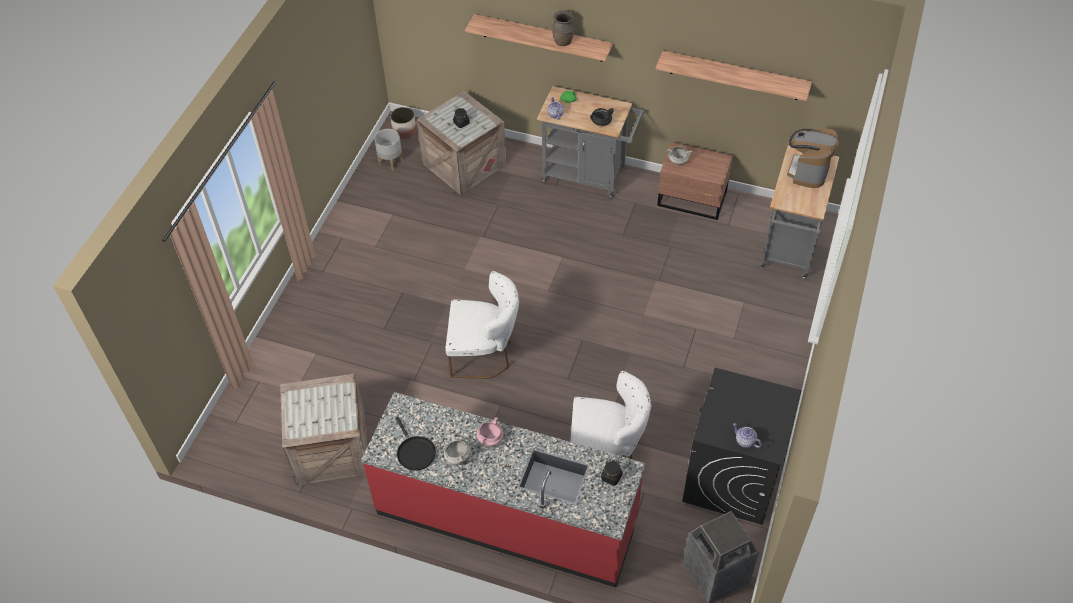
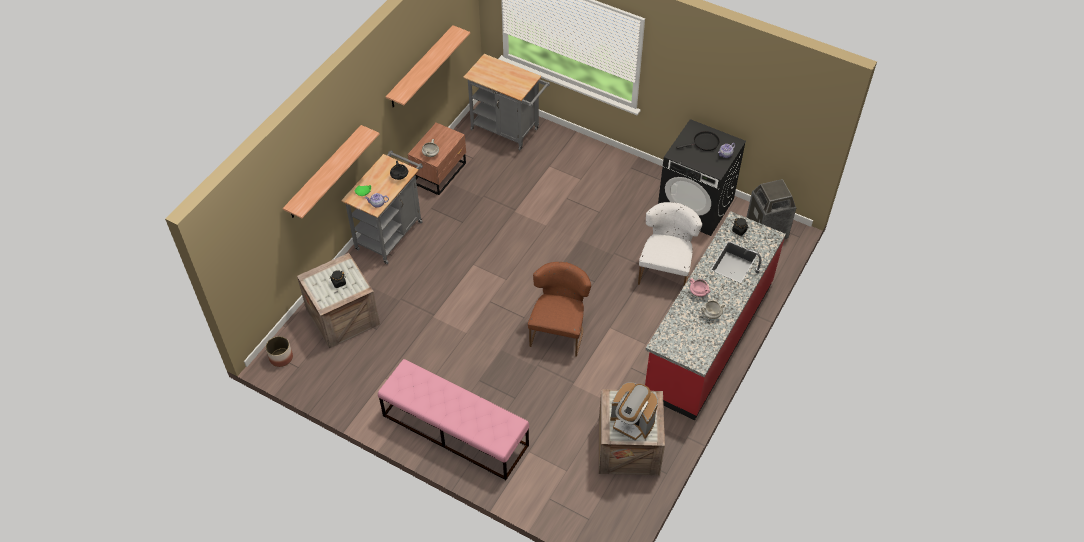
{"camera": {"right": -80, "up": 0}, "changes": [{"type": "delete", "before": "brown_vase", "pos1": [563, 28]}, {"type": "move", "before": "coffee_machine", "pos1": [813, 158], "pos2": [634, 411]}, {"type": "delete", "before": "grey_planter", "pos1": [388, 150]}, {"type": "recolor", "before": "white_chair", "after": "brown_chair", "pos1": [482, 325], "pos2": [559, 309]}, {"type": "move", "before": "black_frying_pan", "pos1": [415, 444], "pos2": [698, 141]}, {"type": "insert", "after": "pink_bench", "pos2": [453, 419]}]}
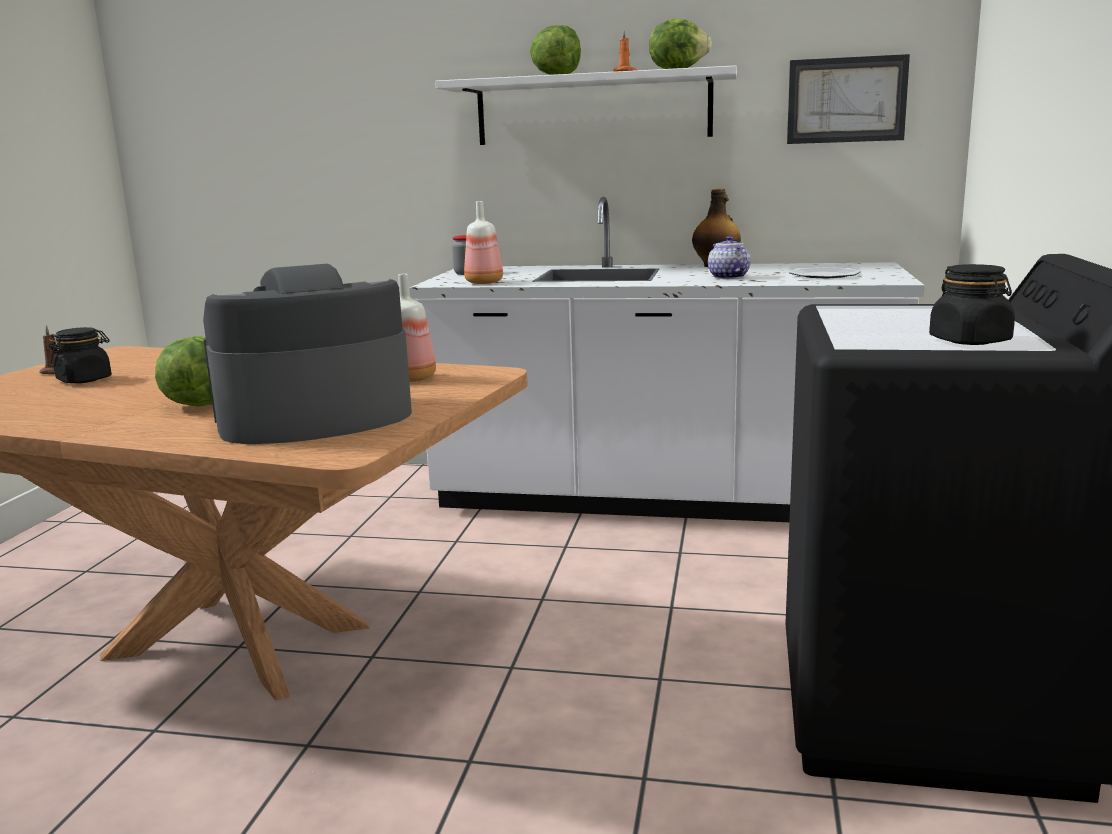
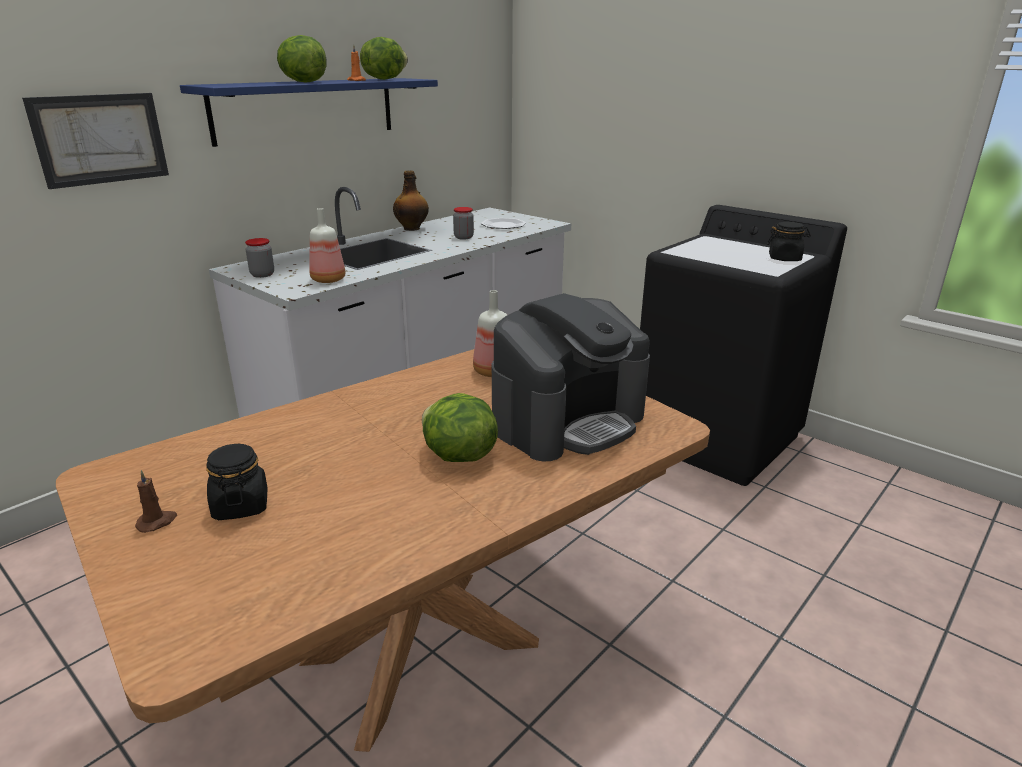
{"camera": {"right": -60, "up": 10}, "changes": [{"type": "move", "before": "picture", "pos1": [848, 99], "pos2": [95, 141]}, {"type": "recolor", "before": "white_shelf", "after": "blue_shelf", "pos1": [586, 105], "pos2": [309, 112]}, {"type": "replace", "before": "teapot", "after": "jar", "pos1": [729, 257], "pos2": [463, 223]}, {"type": "rotate", "before": "coffee_machine", "pos1": [307, 354], "pos2": [571, 377], "turn": -135}]}
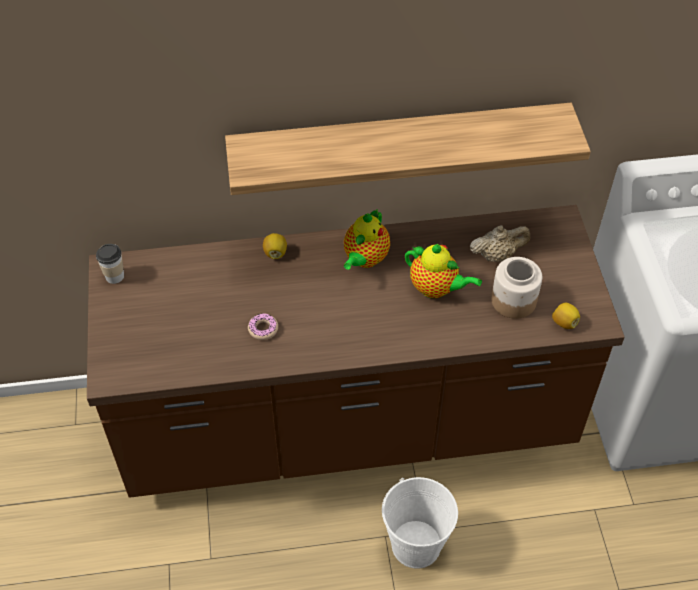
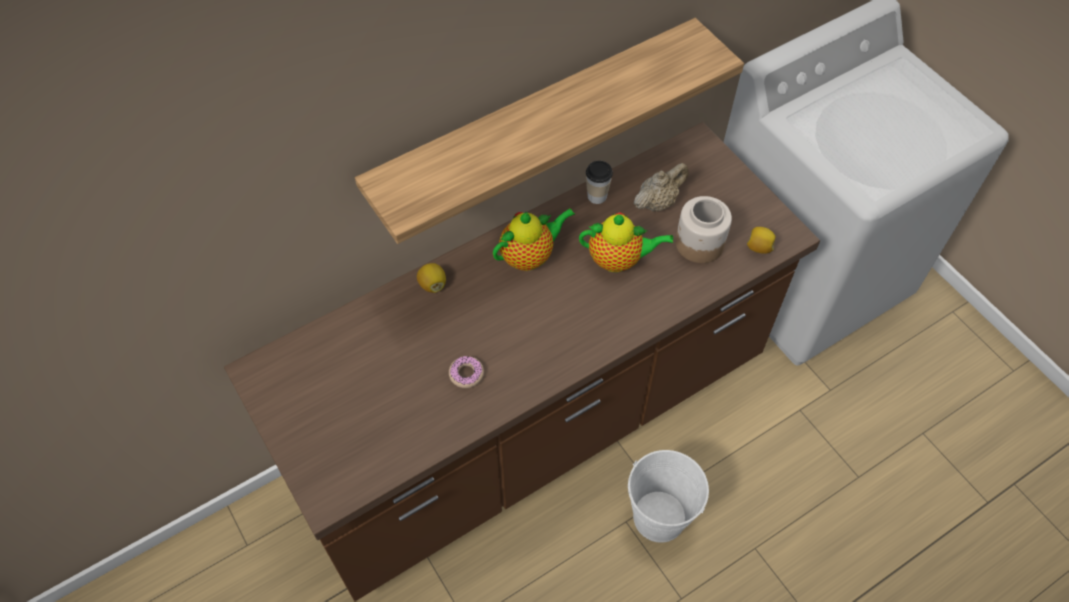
{"camera": {"right": -25, "up": 5}, "changes": [{"type": "rotate", "before": "teapot", "pos1": [367, 239], "pos2": [534, 239], "turn": -120}, {"type": "move", "before": "cup", "pos1": [110, 264], "pos2": [599, 182]}]}
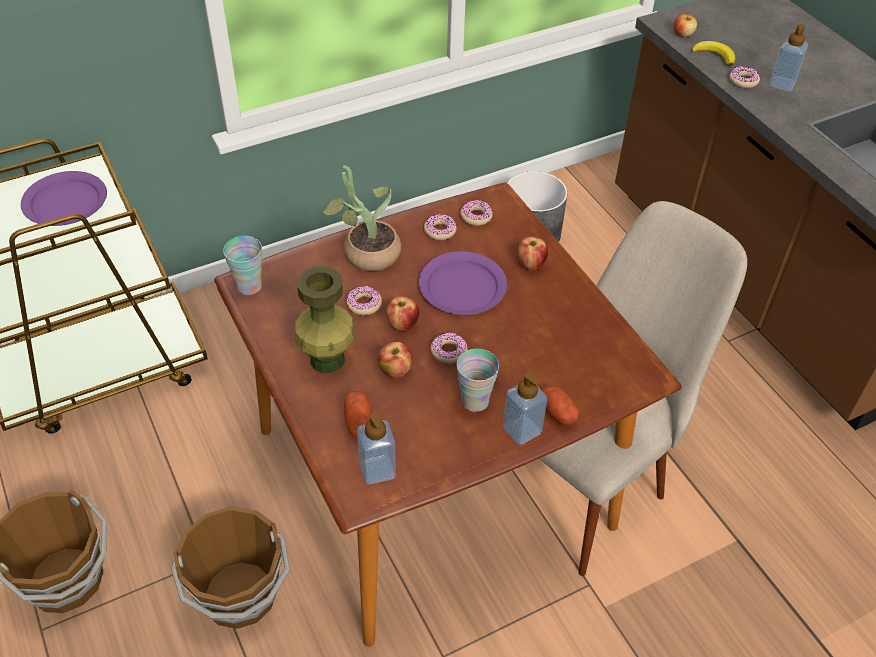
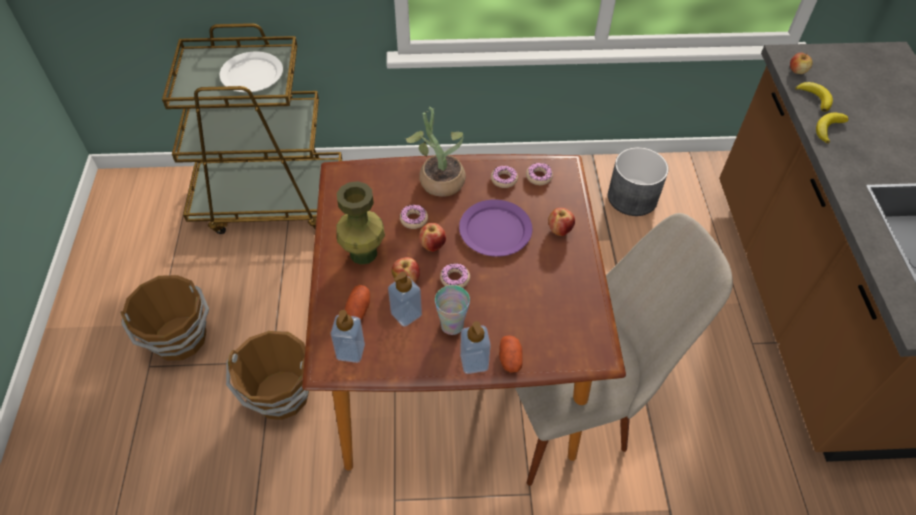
{"camera": {"right": 25, "up": 5}, "changes": [{"type": "move", "before": "soap_dispenser", "pos1": [788, 58], "pos2": [405, 299]}, {"type": "replace", "before": "donut", "after": "banana", "pos1": [744, 77], "pos2": [832, 128]}, {"type": "recolor", "before": "purple_plate", "after": "white_plate", "pos1": [64, 198], "pos2": [251, 71]}, {"type": "delete", "before": "cup", "pos1": [242, 265]}]}
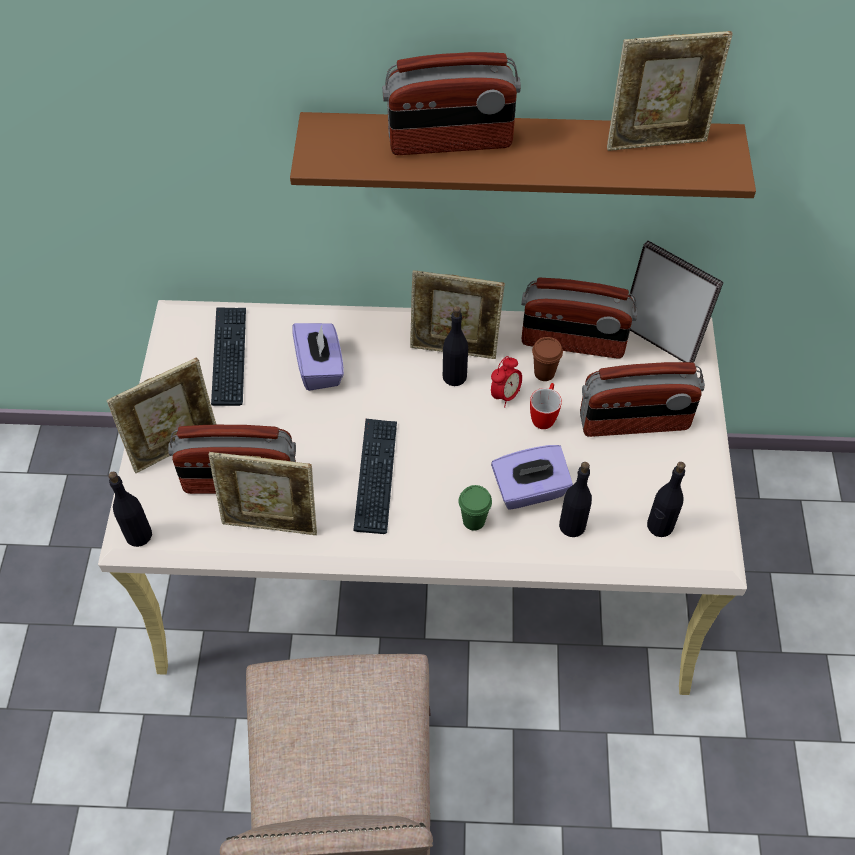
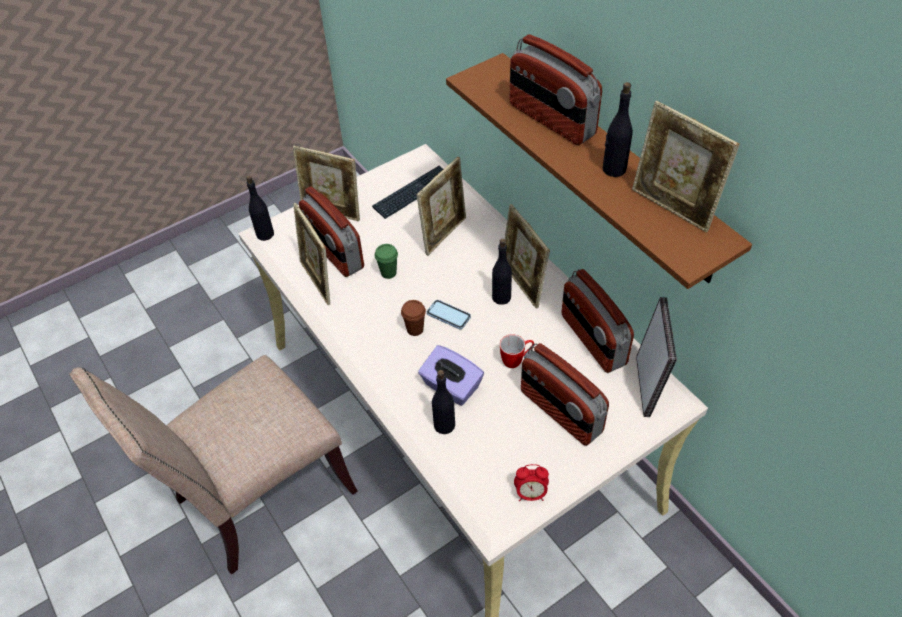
{"camera": {"right": 55, "up": -5}, "changes": [{"type": "replace", "before": "purple_tissue_box", "after": "picture_frame", "pos1": [318, 357], "pos2": [441, 206]}, {"type": "move", "before": "brown_cup", "pos1": [547, 359], "pos2": [413, 318]}, {"type": "move", "before": "alarm_clock", "pos1": [506, 381], "pos2": [531, 482]}, {"type": "delete", "before": "keyboard", "pos1": [375, 476]}, {"type": "move", "before": "black_bottle", "pos1": [666, 499], "pos2": [618, 129]}, {"type": "move", "before": "green_cup", "pos1": [475, 508], "pos2": [386, 261]}, {"type": "insert", "after": "phone", "pos2": [449, 314]}]}
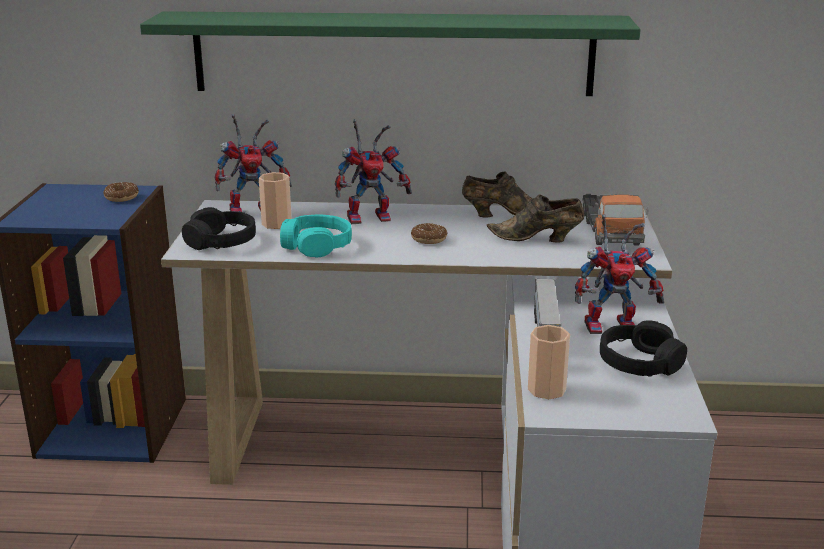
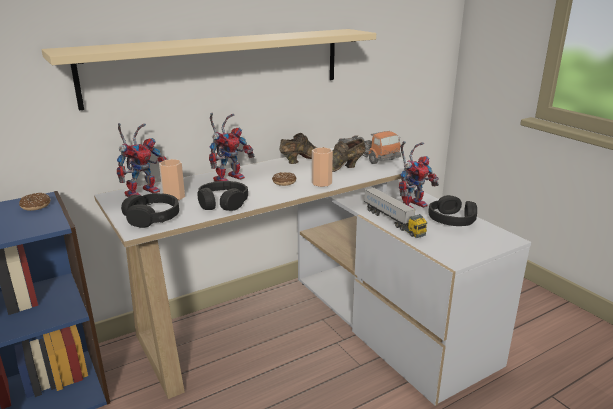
{"camera": {"right": -35, "up": 0}, "changes": [{"type": "recolor", "before": "green_shelf", "after": "beige_shelf", "pos1": [390, 53], "pos2": [209, 70]}, {"type": "recolor", "before": "turquoise_headphones", "after": "black_headphones", "pos1": [316, 236], "pos2": [222, 196]}, {"type": "move", "before": "cup", "pos1": [549, 362], "pos2": [322, 167]}]}
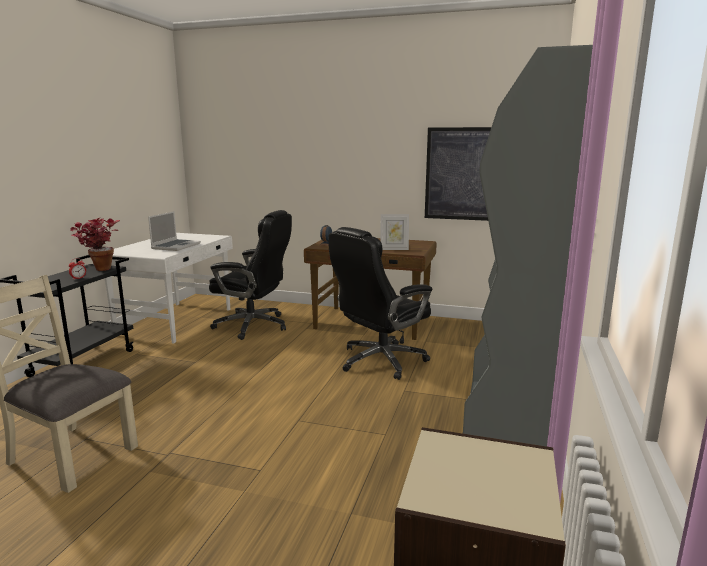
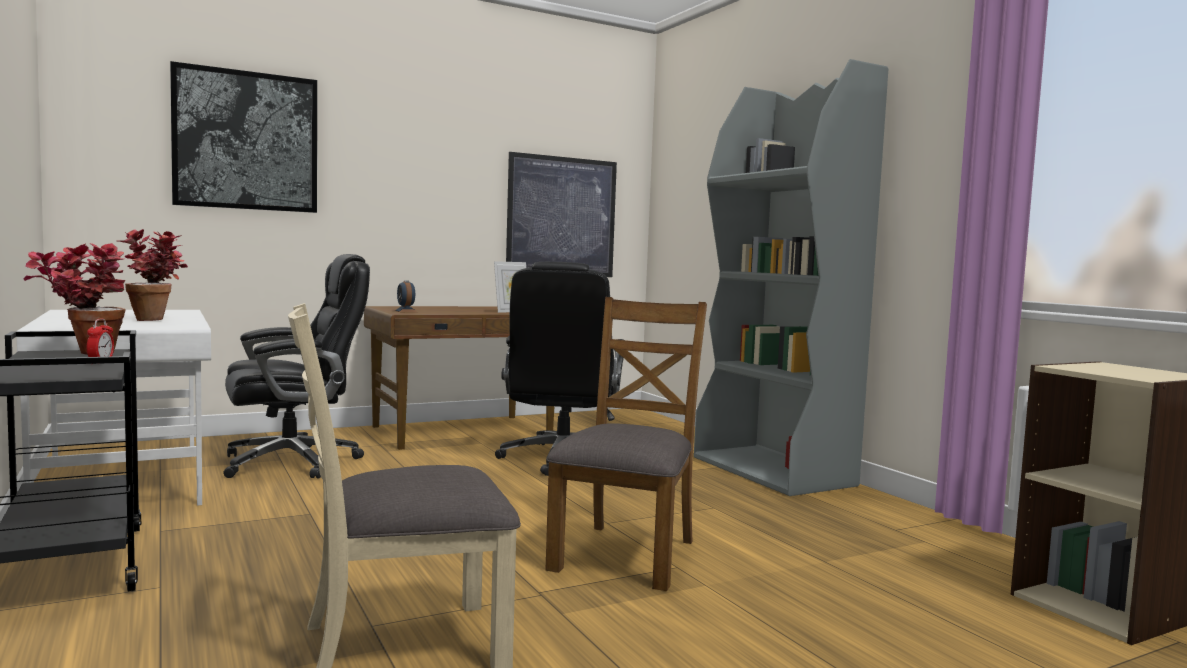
{"camera": {"right": -45, "up": -10}, "changes": [{"type": "replace", "before": "laptop", "after": "potted_plant", "pos1": [174, 231], "pos2": [153, 275]}, {"type": "insert", "after": "picture", "pos2": [243, 137]}, {"type": "insert", "after": "brown_chair", "pos2": [626, 444]}]}
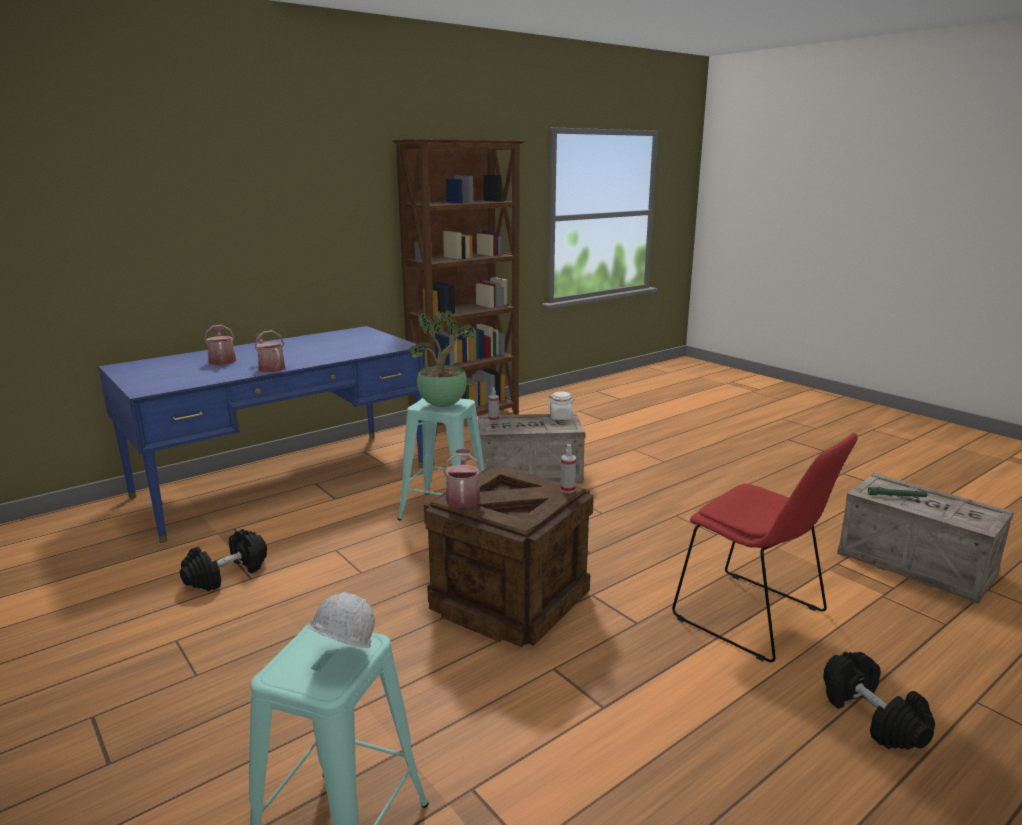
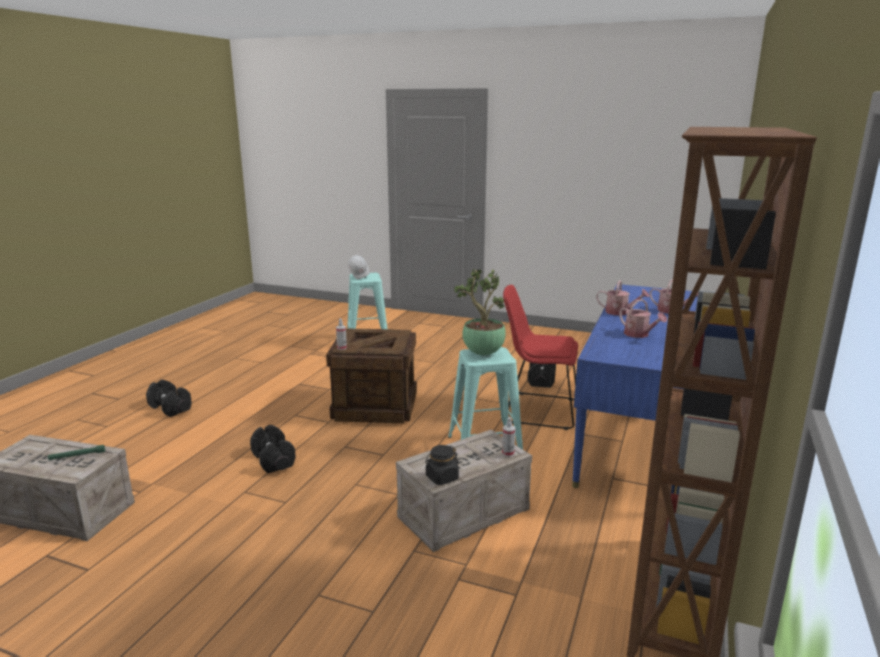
{"camera": {"right": 150, "up": 0}, "changes": [{"type": "recolor", "before": "white_jar", "after": "black_jar", "pos1": [561, 406], "pos2": [442, 465]}, {"type": "move", "before": "red_chair", "pos1": [765, 547], "pos2": [540, 357]}, {"type": "move", "before": "watering_can", "pos1": [462, 478], "pos2": [643, 318]}, {"type": "insert", "after": "black_dumbbell", "pos2": [273, 449]}]}
